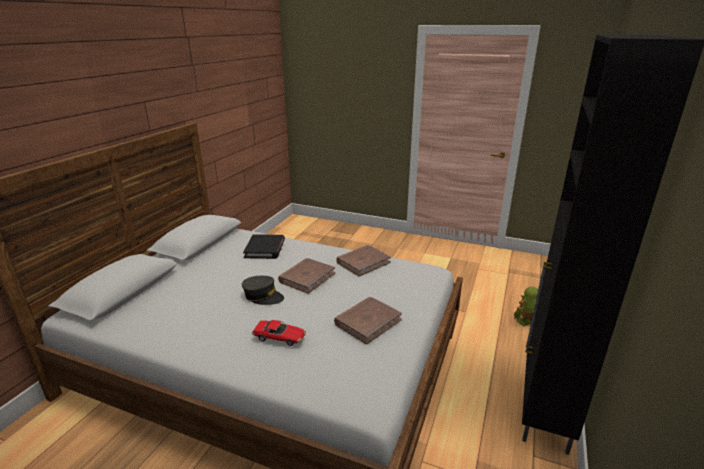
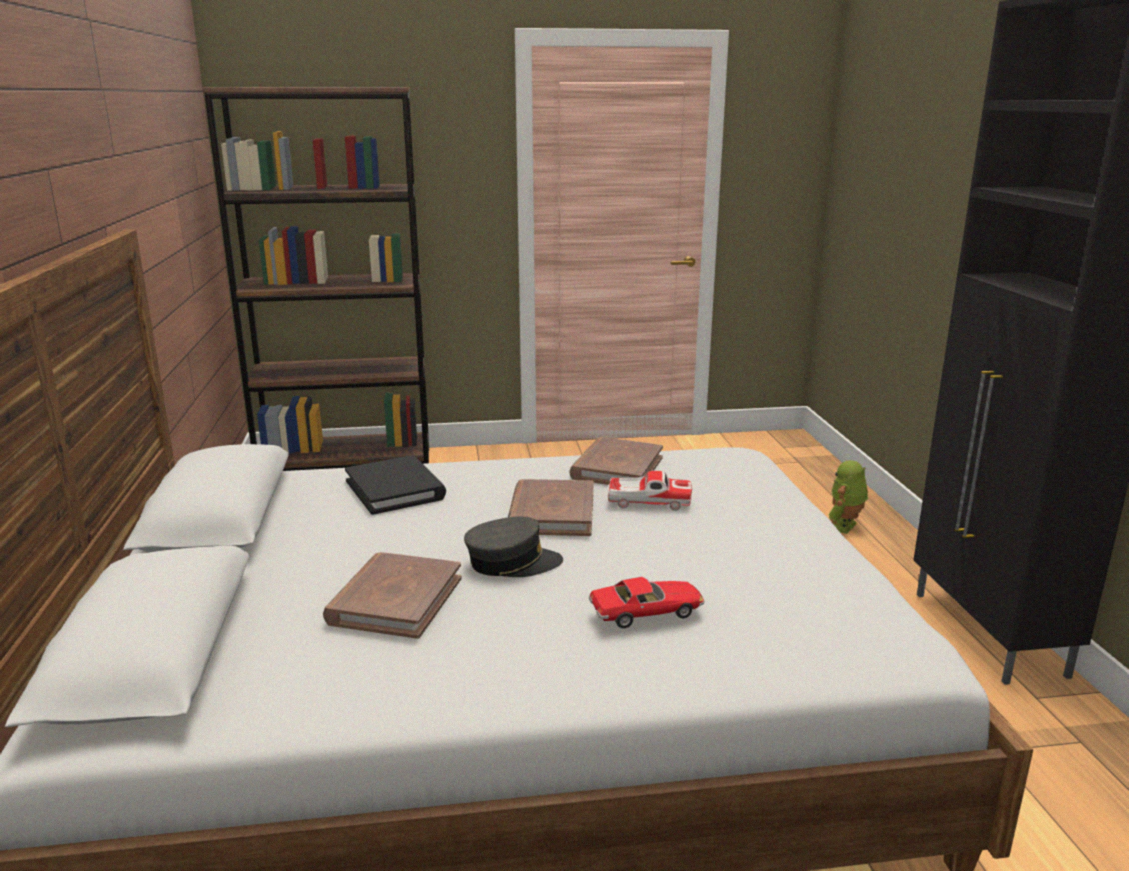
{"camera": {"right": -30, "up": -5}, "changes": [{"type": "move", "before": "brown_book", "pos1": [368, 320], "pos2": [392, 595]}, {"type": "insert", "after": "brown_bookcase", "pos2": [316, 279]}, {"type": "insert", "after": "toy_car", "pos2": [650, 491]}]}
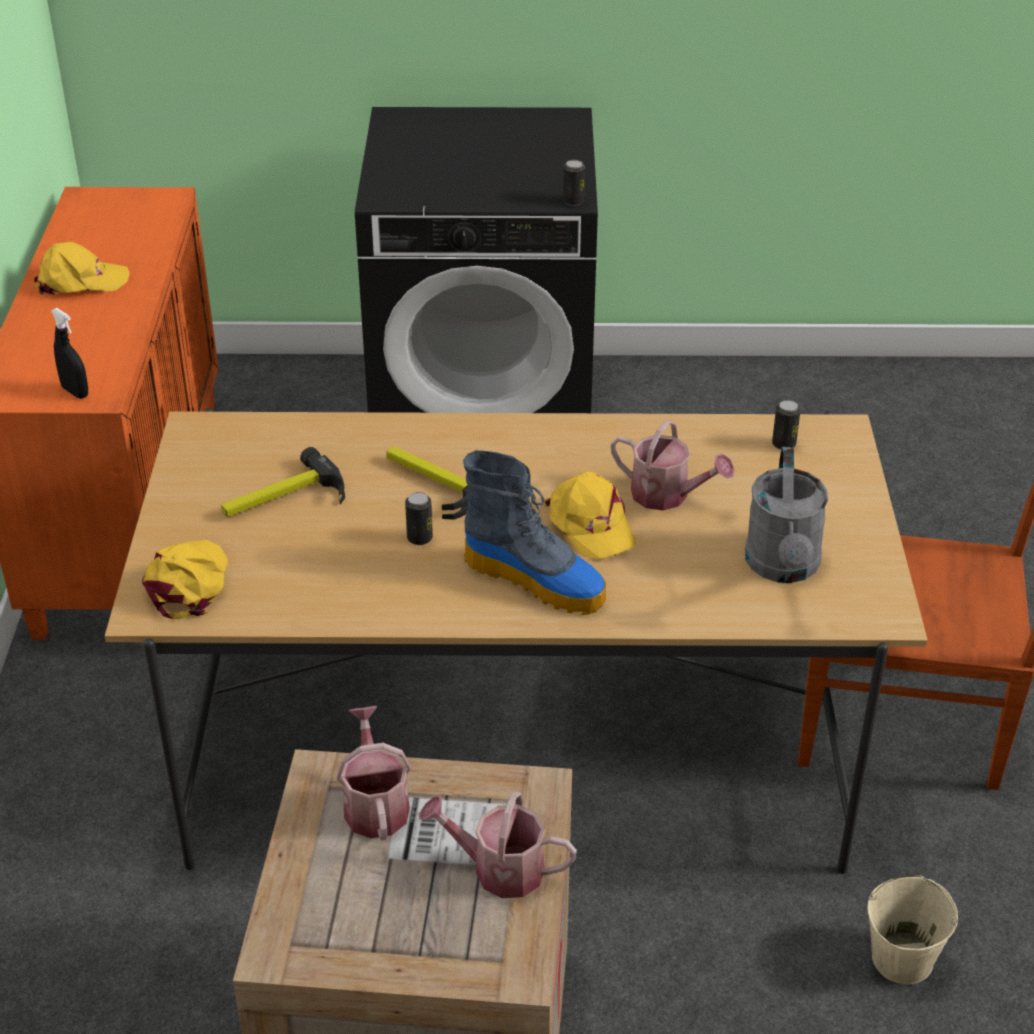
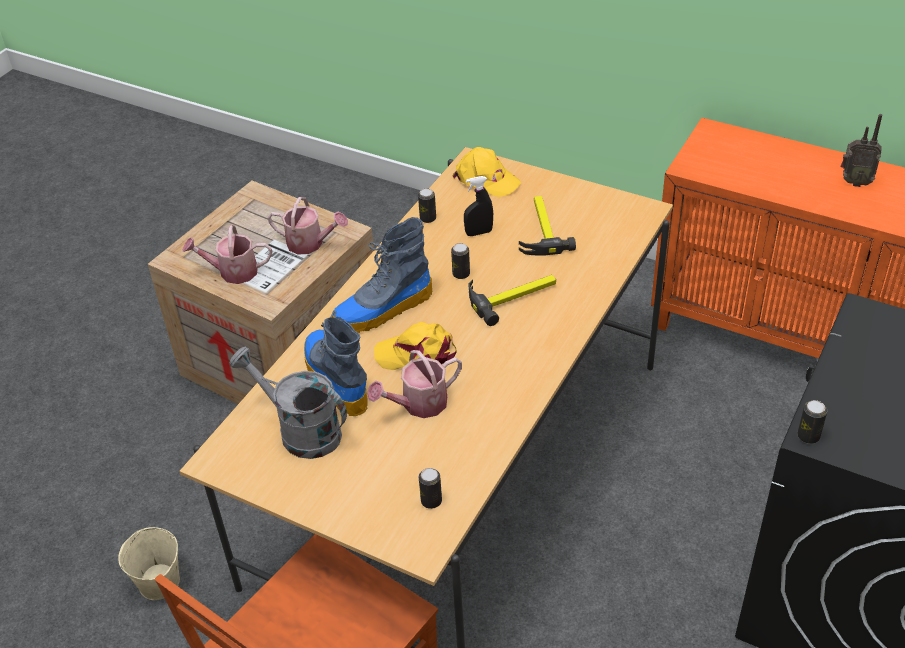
{"camera": {"right": 120, "up": 5}, "changes": [{"type": "replace", "before": "yellow_cap", "after": "radio", "pos1": [82, 269], "pos2": [861, 150]}, {"type": "move", "before": "black_spray_bottle", "pos1": [69, 353], "pos2": [478, 206]}, {"type": "rotate", "before": "watering_can", "pos1": [498, 844], "pos2": [227, 254], "turn": -135}, {"type": "insert", "after": "can", "pos2": [427, 205]}, {"type": "insert", "after": "boot", "pos2": [336, 363]}]}
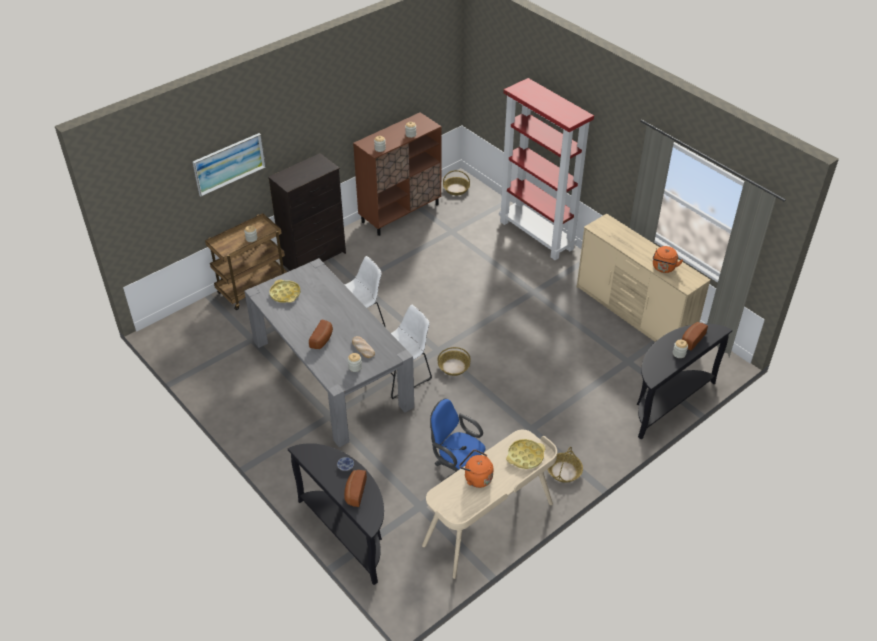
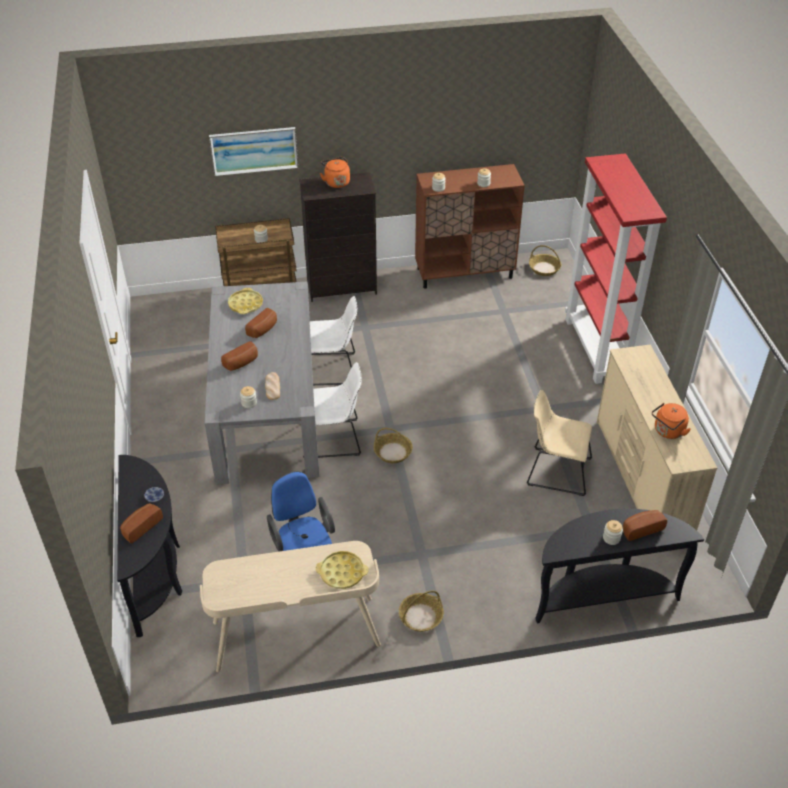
{"camera": {"right": 30, "up": 0}, "changes": [{"type": "move", "before": "orange_kettle", "pos1": [476, 469], "pos2": [335, 172]}, {"type": "insert", "after": "bread", "pos2": [261, 323]}, {"type": "insert", "after": "beige_chair", "pos2": [559, 443]}]}
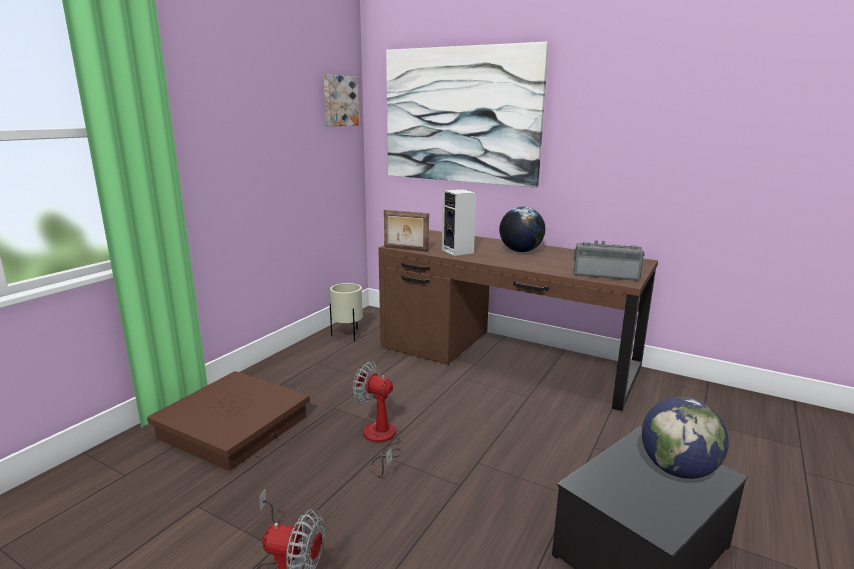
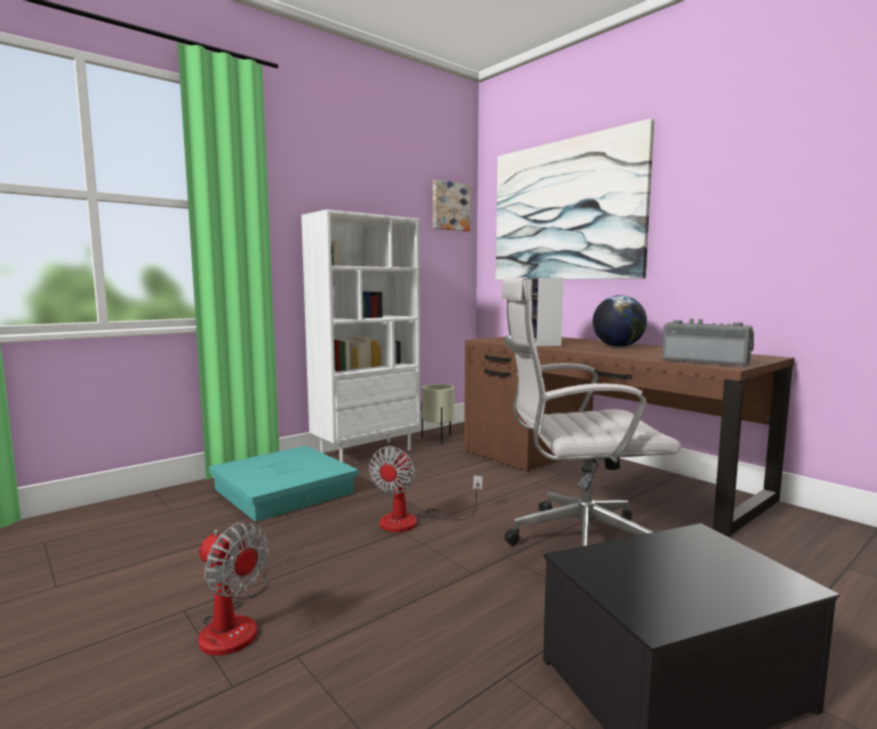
{"camera": {"right": 20, "up": -10}, "changes": [{"type": "delete", "before": "picture_frame", "pos1": [406, 231]}, {"type": "rotate", "before": "fan", "pos1": [377, 419], "pos2": [426, 489], "turn": -120}, {"type": "recolor", "before": "brown_storage_box", "after": "turquoise_storage_box", "pos1": [228, 421], "pos2": [283, 484]}, {"type": "delete", "before": "globe", "pos1": [685, 438]}, {"type": "insert", "after": "white_bookcase", "pos2": [360, 335]}, {"type": "insert", "after": "white_office_chair", "pos2": [591, 411]}]}
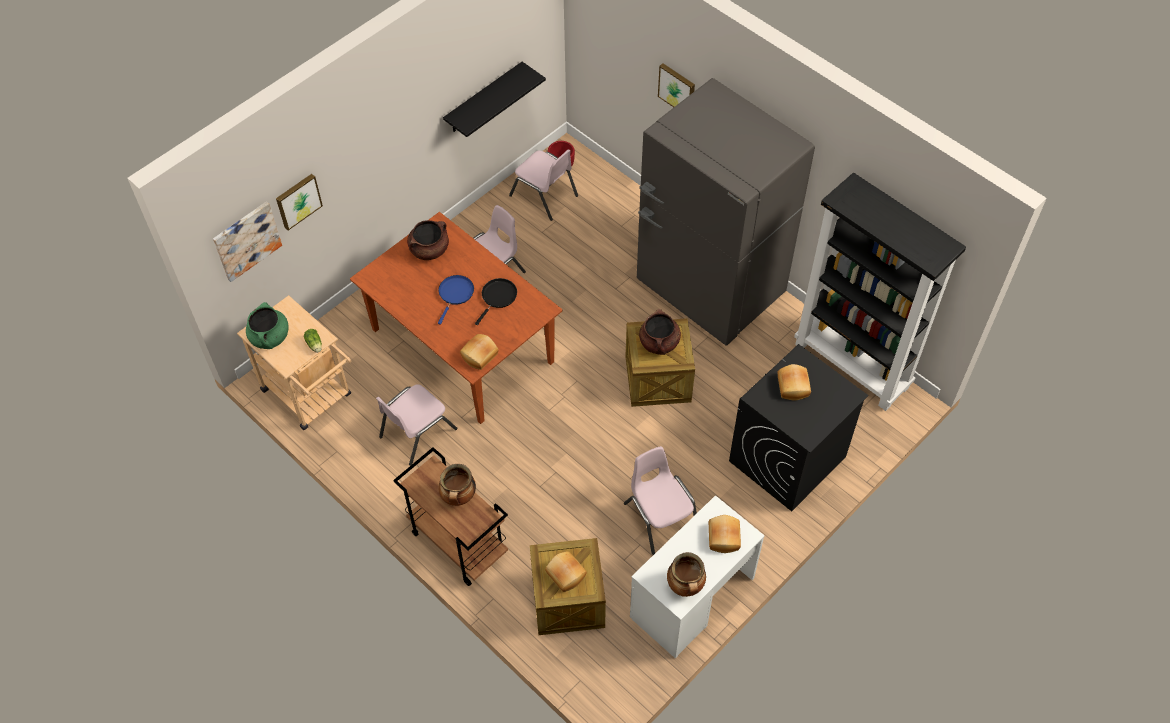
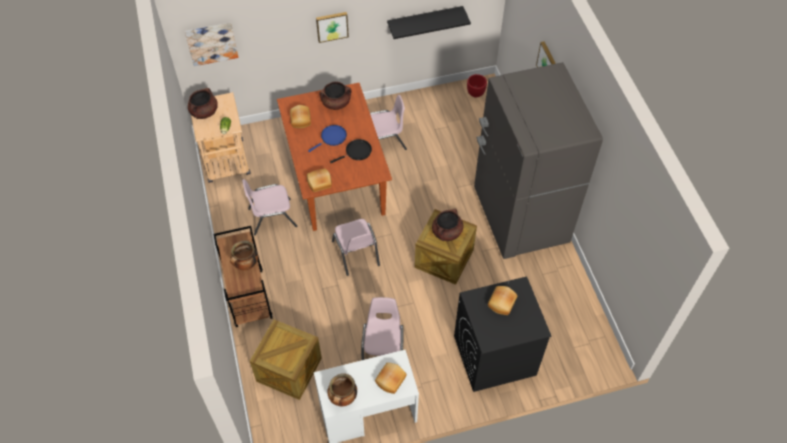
{"camera": {"right": 30, "up": 0}, "changes": [{"type": "move", "before": "pink_chair", "pos1": [543, 185], "pos2": [356, 247]}, {"type": "delete", "before": "black_bookcase", "pos1": [880, 292]}, {"type": "move", "before": "picture", "pos1": [299, 202], "pos2": [332, 27]}, {"type": "recolor", "before": "green_cooking_pot", "after": "brown_cooking_pot", "pos1": [267, 325], "pos2": [203, 103]}, {"type": "move", "before": "bread", "pos1": [566, 571], "pos2": [300, 116]}]}
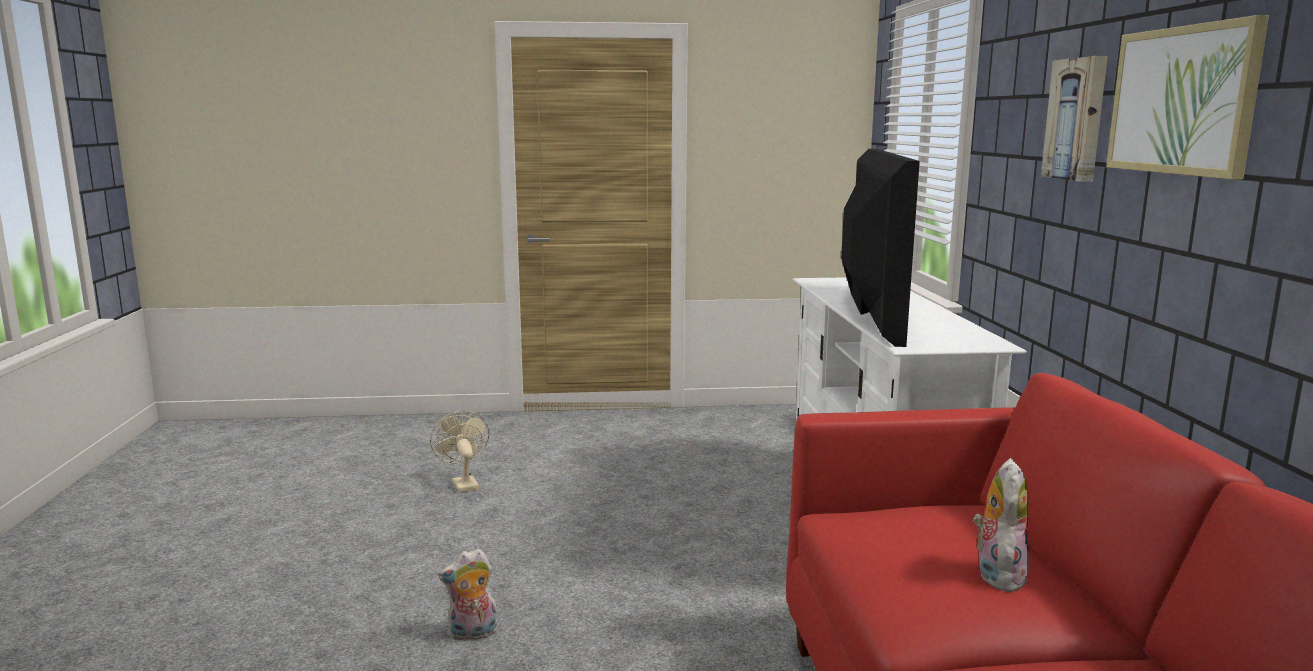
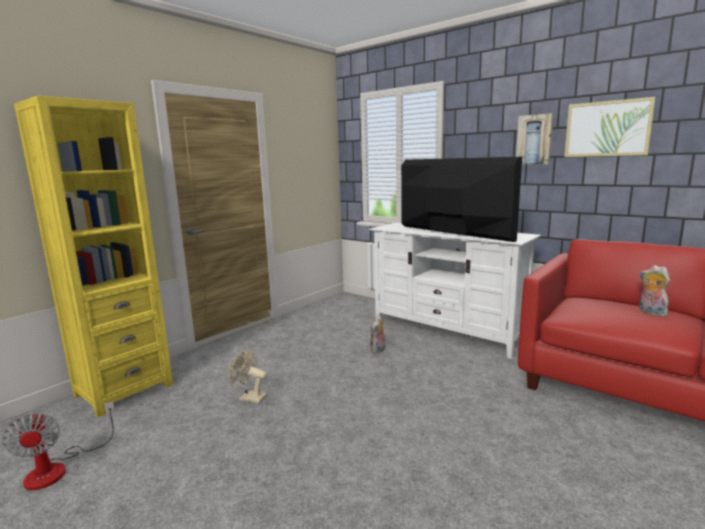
{"camera": {"right": -45, "up": 0}, "changes": [{"type": "move", "before": "plush_toy", "pos1": [468, 594], "pos2": [378, 334]}, {"type": "insert", "after": "yellow_bookcase", "pos2": [93, 256]}, {"type": "insert", "after": "fan", "pos2": [58, 445]}]}
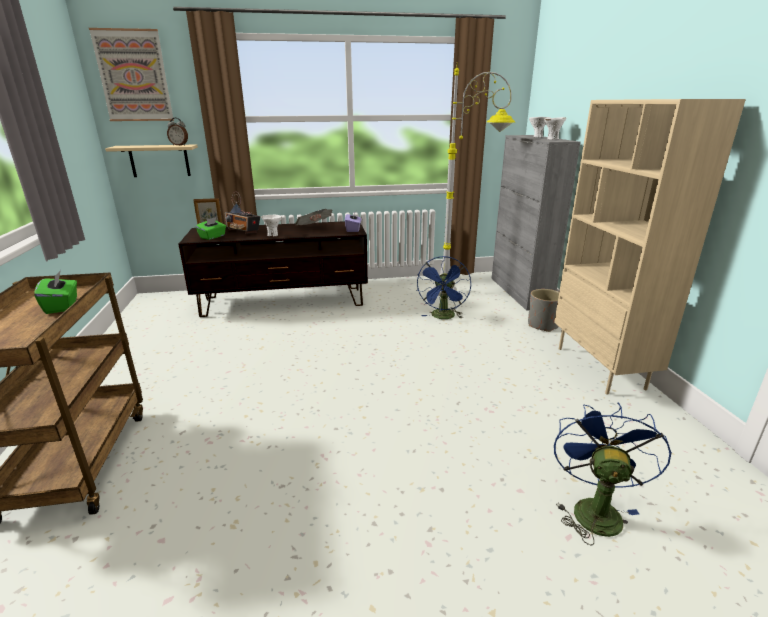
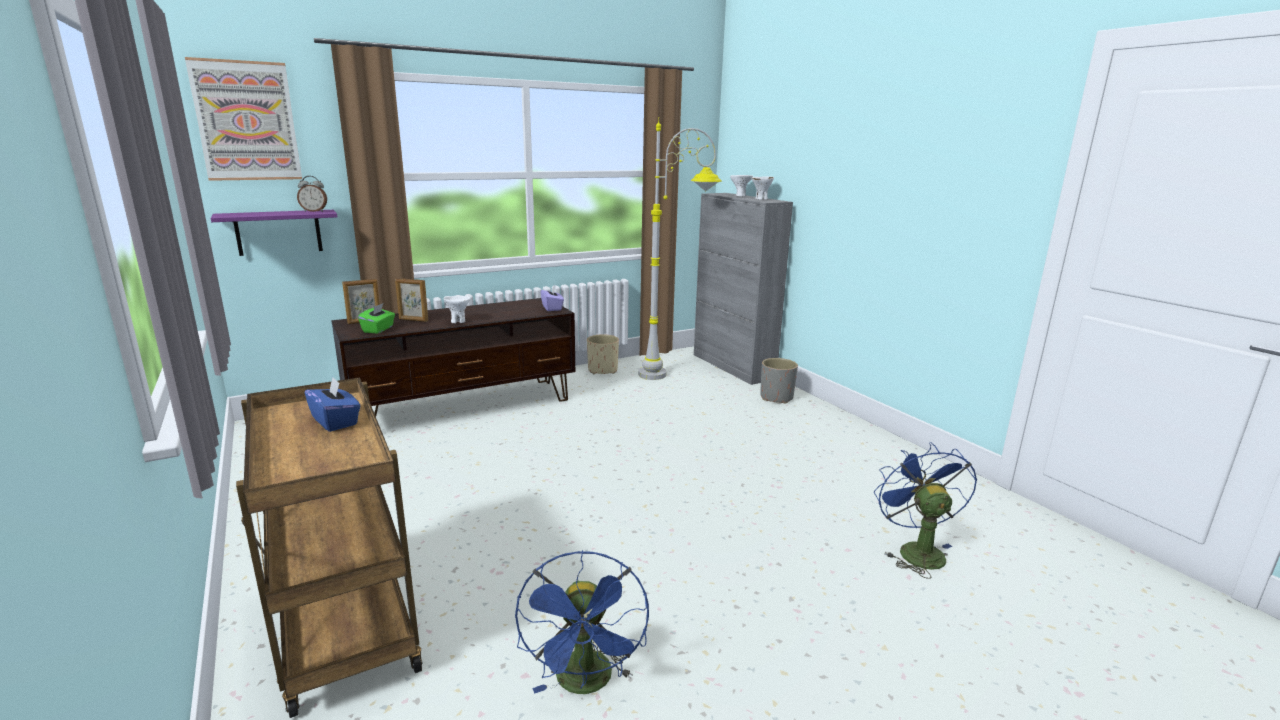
{"camera": {"right": -20, "up": -5}, "changes": [{"type": "delete", "before": "beige_bookcase", "pos1": [650, 247]}, {"type": "recolor", "before": "beige_shelf", "after": "purple_shelf", "pos1": [151, 160], "pos2": [274, 233]}, {"type": "replace", "before": "radio", "after": "picture_frame", "pos1": [242, 212], "pos2": [411, 300]}, {"type": "delete", "before": "newspaper", "pos1": [314, 217]}, {"type": "move", "before": "blue_fan", "pos1": [444, 287], "pos2": [582, 622]}, {"type": "recolor", "before": "green_tissue_box", "after": "blue_tissue_box", "pos1": [55, 292], "pos2": [332, 404]}, {"type": "insert", "after": "beige_planter", "pos2": [603, 354]}]}
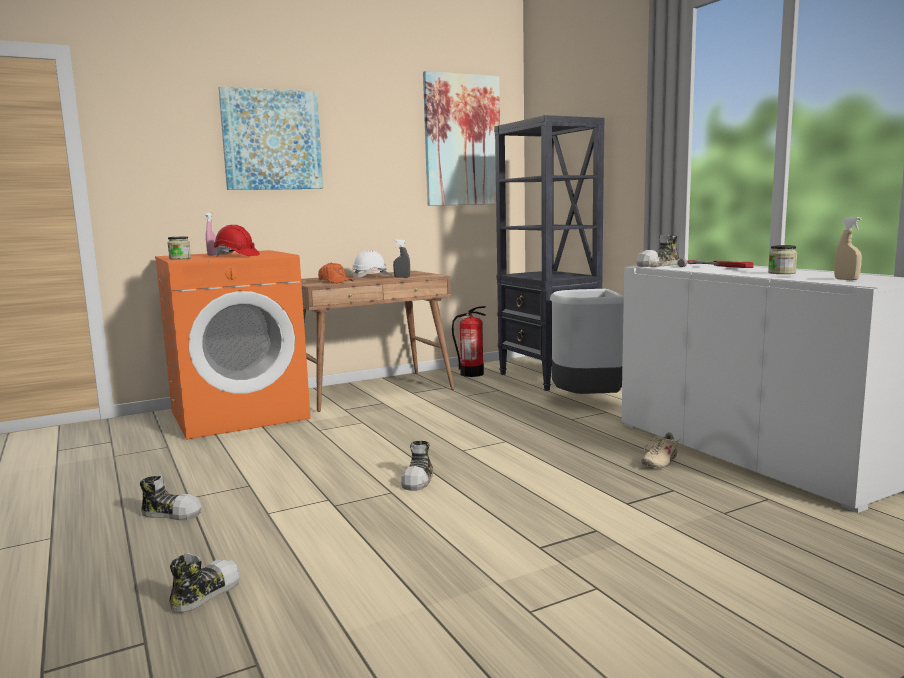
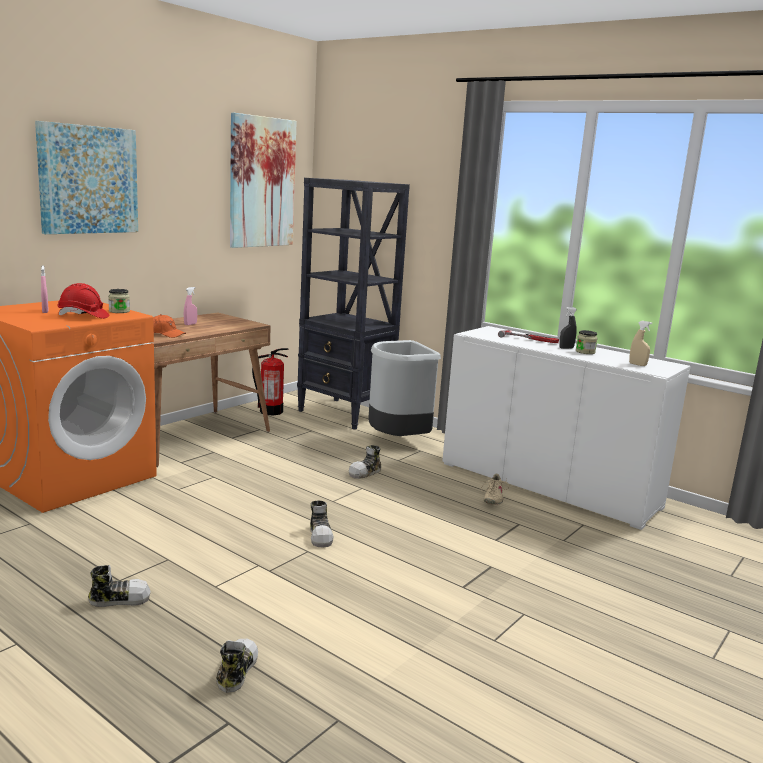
{"camera": {"right": -25, "up": 5}, "changes": [{"type": "move", "before": "shoe", "pos1": [657, 251], "pos2": [365, 462]}, {"type": "move", "before": "jar", "pos1": [179, 248], "pos2": [119, 301]}, {"type": "move", "before": "grey_spray_bottle", "pos1": [401, 258], "pos2": [568, 328]}, {"type": "replace", "before": "white_hard_hat", "after": "pink_spray_bottle", "pos1": [371, 264], "pos2": [190, 306]}]}
